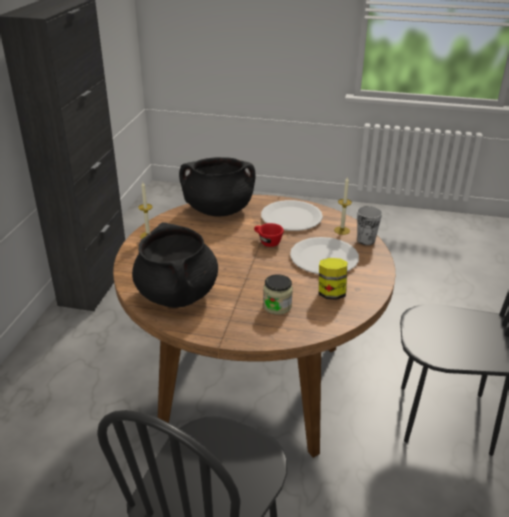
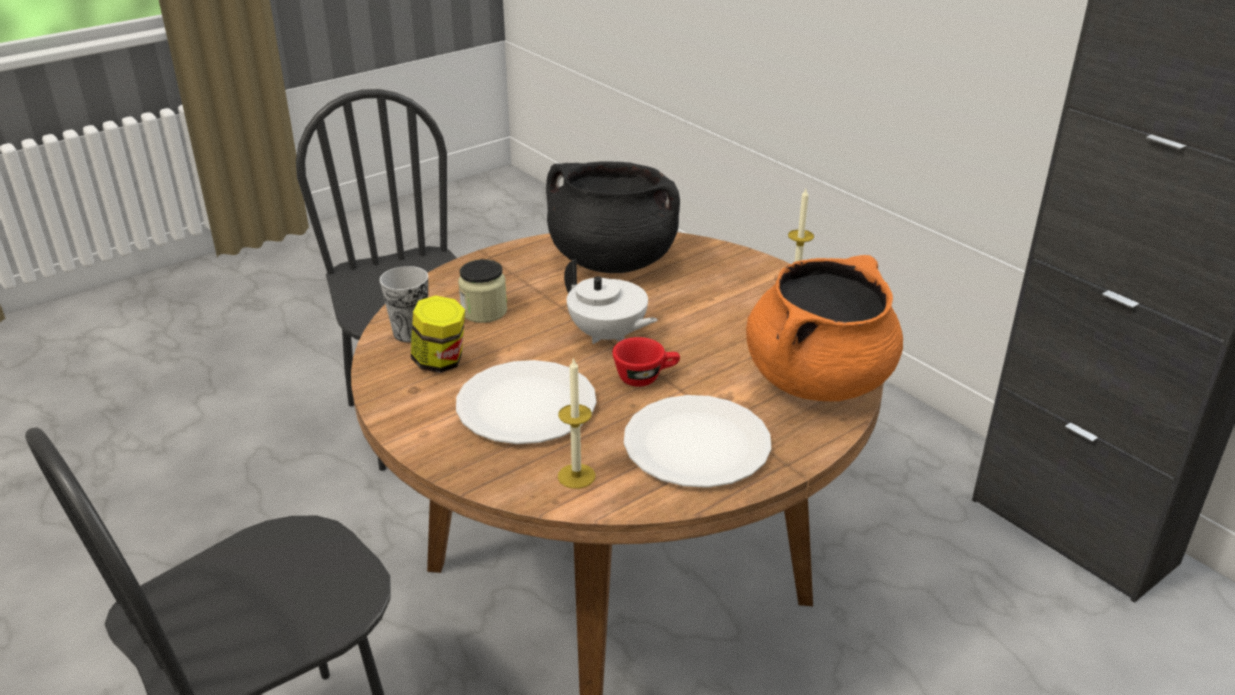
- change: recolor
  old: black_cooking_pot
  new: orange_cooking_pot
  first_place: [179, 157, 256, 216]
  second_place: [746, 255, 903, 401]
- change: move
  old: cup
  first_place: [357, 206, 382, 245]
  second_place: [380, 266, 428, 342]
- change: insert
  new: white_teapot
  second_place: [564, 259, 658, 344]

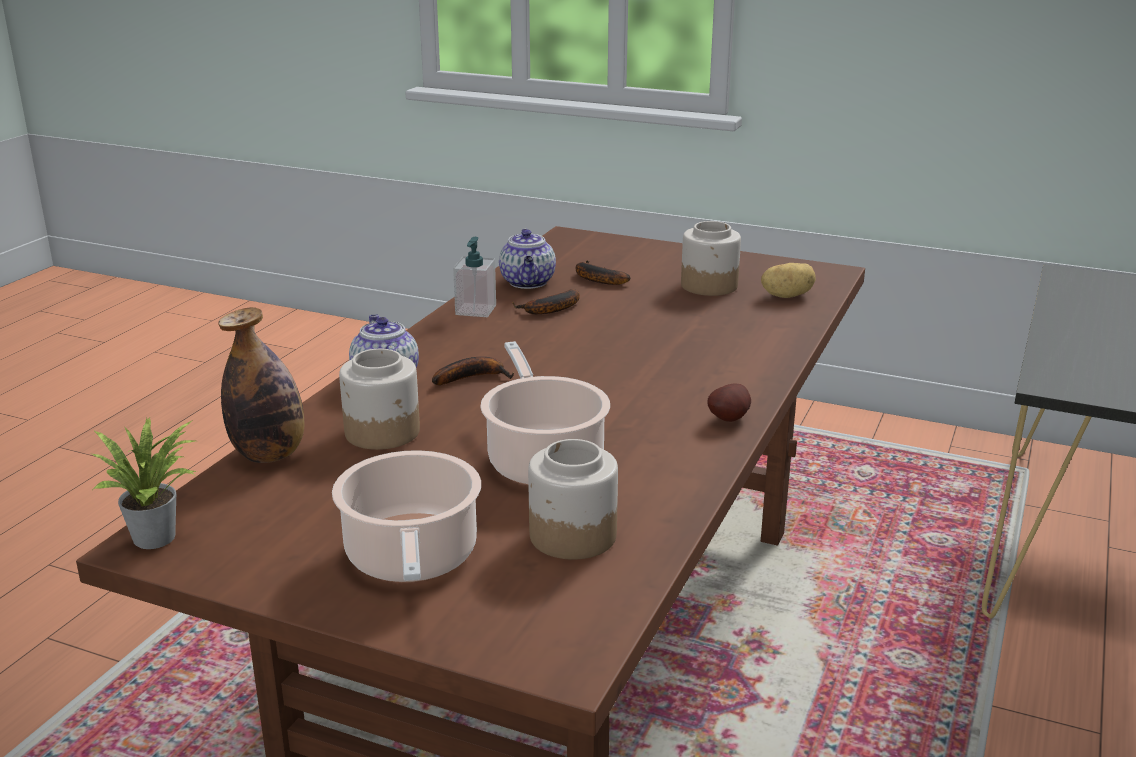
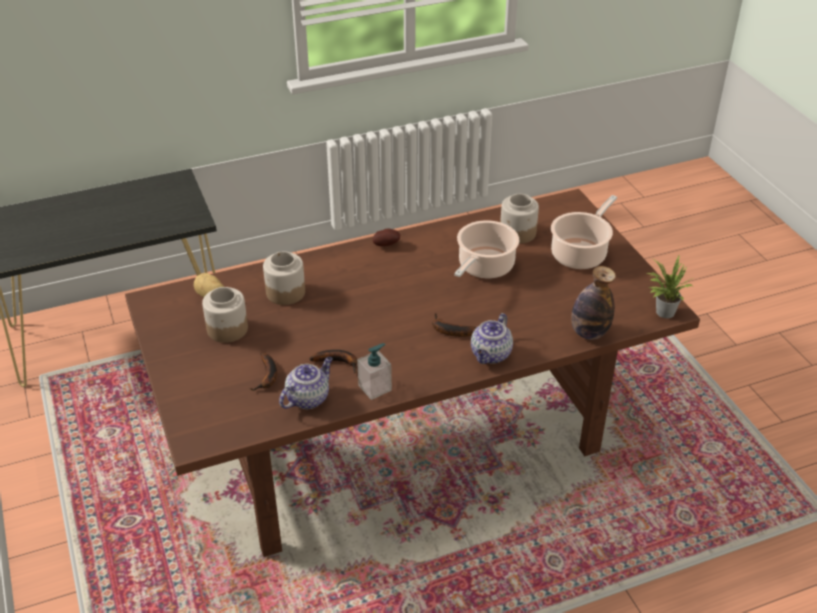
- change: move
  old: jar
  first_place: [339, 349, 420, 450]
  second_place: [263, 251, 305, 305]

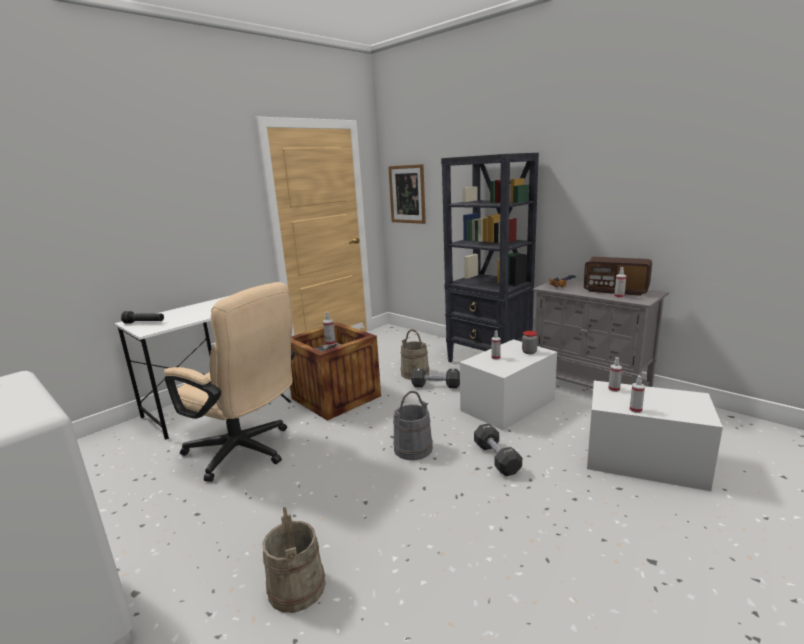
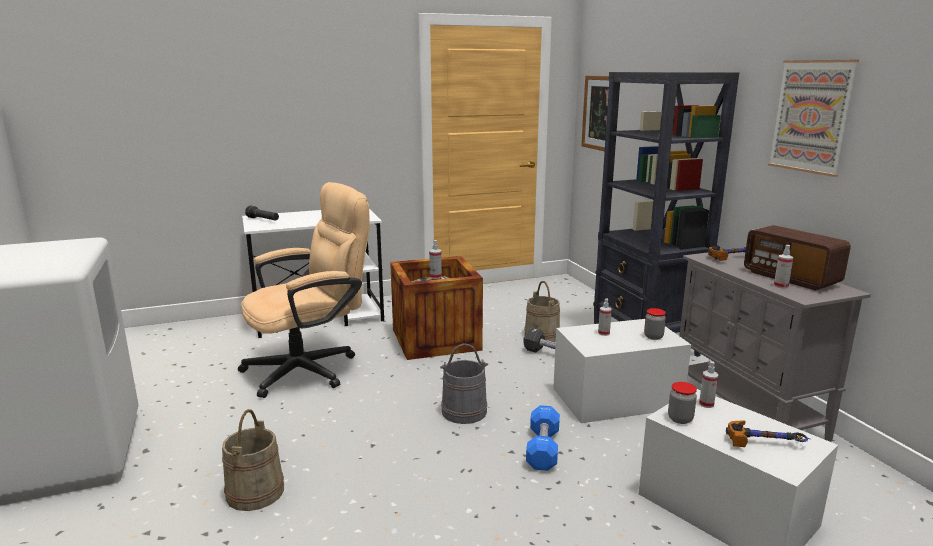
- change: rotate
  old: beige_office_chair
  first_place: [164, 282, 295, 482]
  second_place: [238, 182, 370, 398]
  degrees: -90
- change: recolor
  old: black_dumbbell
  new: blue_dumbbell
  first_place: [474, 423, 522, 476]
  second_place: [526, 405, 560, 471]
- change: delete
  old: spray_bottle
  first_place: [630, 375, 645, 413]
- change: insert
  new: jar
  second_place: [668, 382, 697, 424]
- change: insert
  new: hammer
  second_place: [726, 420, 810, 447]
- change: insert
  new: picture
  second_place: [768, 60, 859, 177]

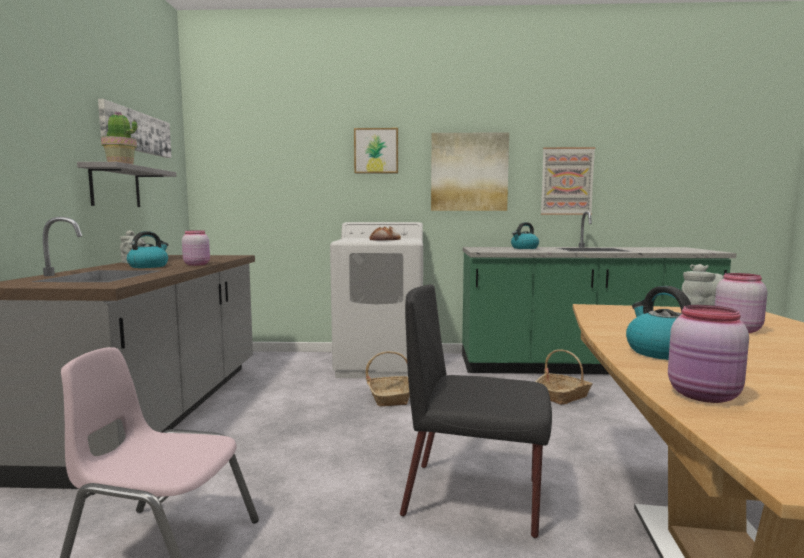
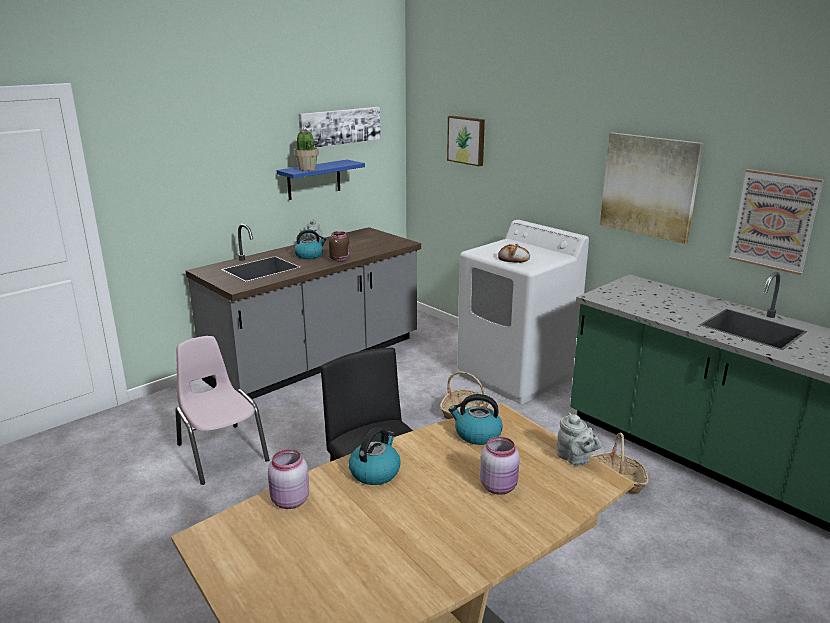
- change: recolor
  old: grey_shelf
  new: blue_shelf
  first_place: [77, 162, 176, 207]
  second_place: [277, 160, 365, 200]
- change: recolor
  old: pink_jar
  new: brown_jar
  first_place: [182, 230, 210, 266]
  second_place: [329, 231, 350, 262]
- change: move
  old: picture
  first_place: [354, 128, 398, 174]
  second_place: [447, 116, 485, 166]
- change: move
  old: kettle
  first_place: [511, 222, 539, 249]
  second_place: [449, 394, 503, 445]

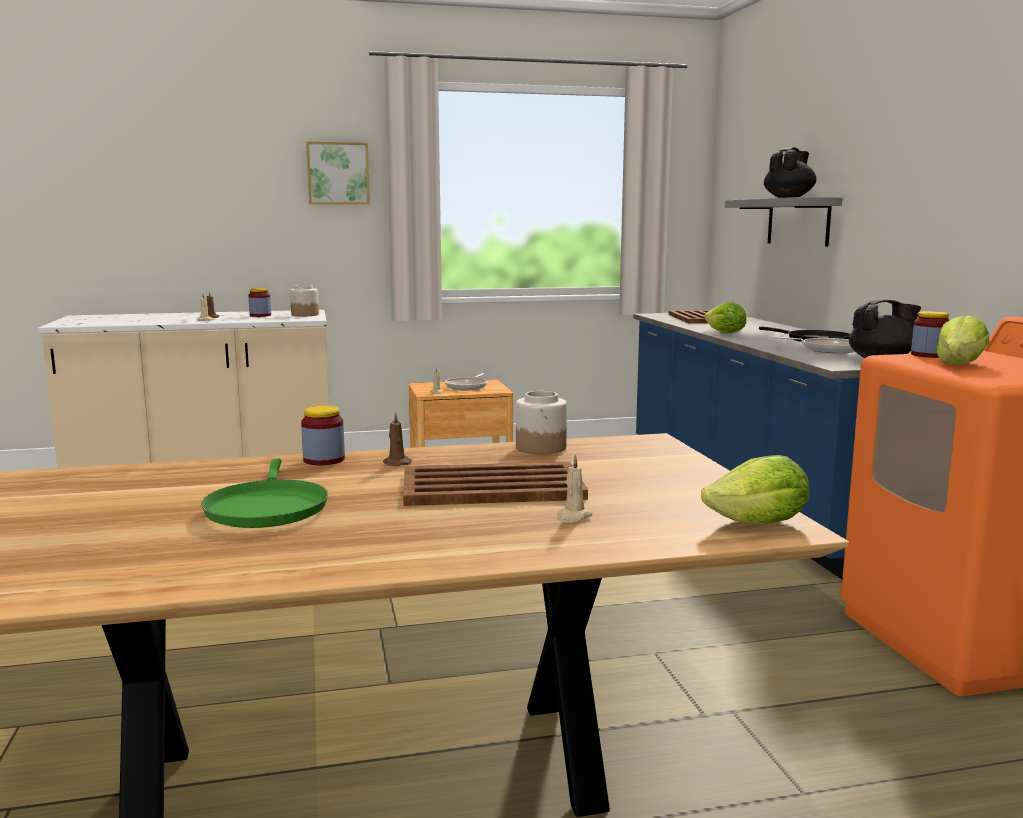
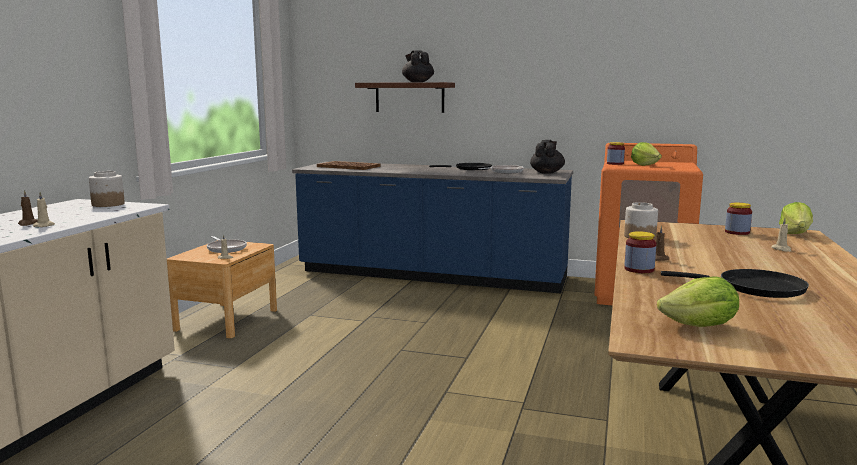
- change: recolor
  old: green_frying_pan
  new: black_frying_pan
  first_place: [201, 459, 328, 528]
  second_place: [661, 269, 809, 298]
- change: move
  old: jar
  first_place: [248, 288, 271, 317]
  second_place: [725, 203, 752, 235]
- change: delete
  old: picture
  first_place: [306, 141, 370, 204]
- change: delete
  old: brown_tray
  first_place: [403, 462, 588, 506]
- change: move
  old: lettuce
  first_place: [704, 302, 746, 333]
  second_place: [657, 276, 739, 327]
- change: recolor
  old: grey_shelf
  new: brown_shelf
  first_place: [725, 197, 842, 247]
  second_place: [355, 82, 455, 113]

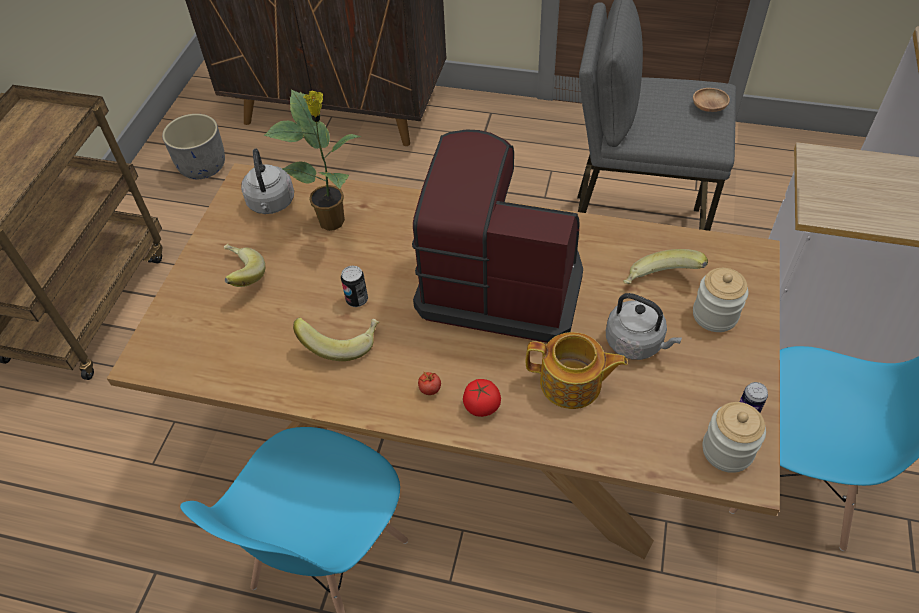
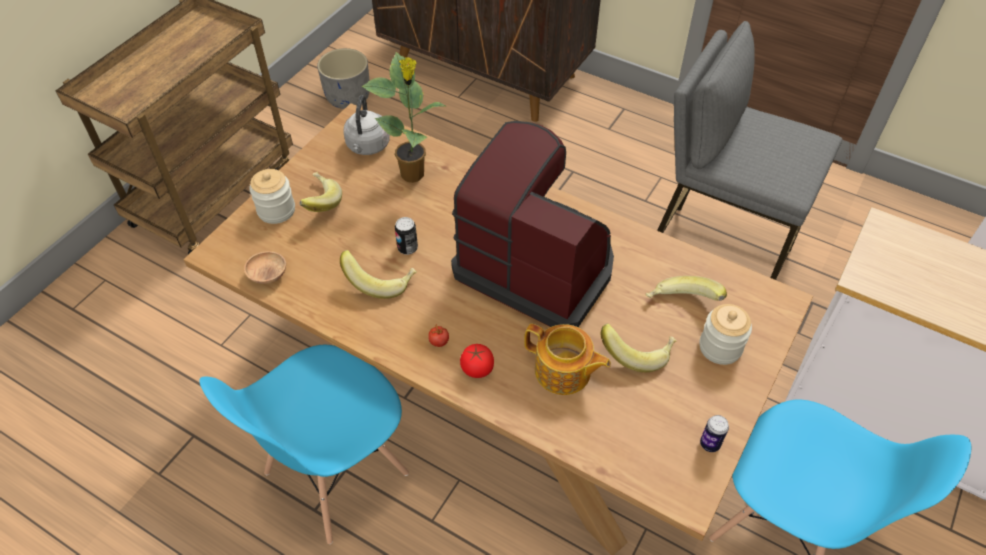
- change: replace
  old: grey_kettle
  new: banana
  first_place: [606, 293, 682, 360]
  second_place: [600, 324, 677, 372]
- change: move
  old: brown_bowl
  first_place: [693, 88, 730, 112]
  second_place: [244, 251, 286, 284]
- change: move
  old: jar
  first_place: [703, 402, 766, 473]
  second_place: [249, 169, 295, 224]

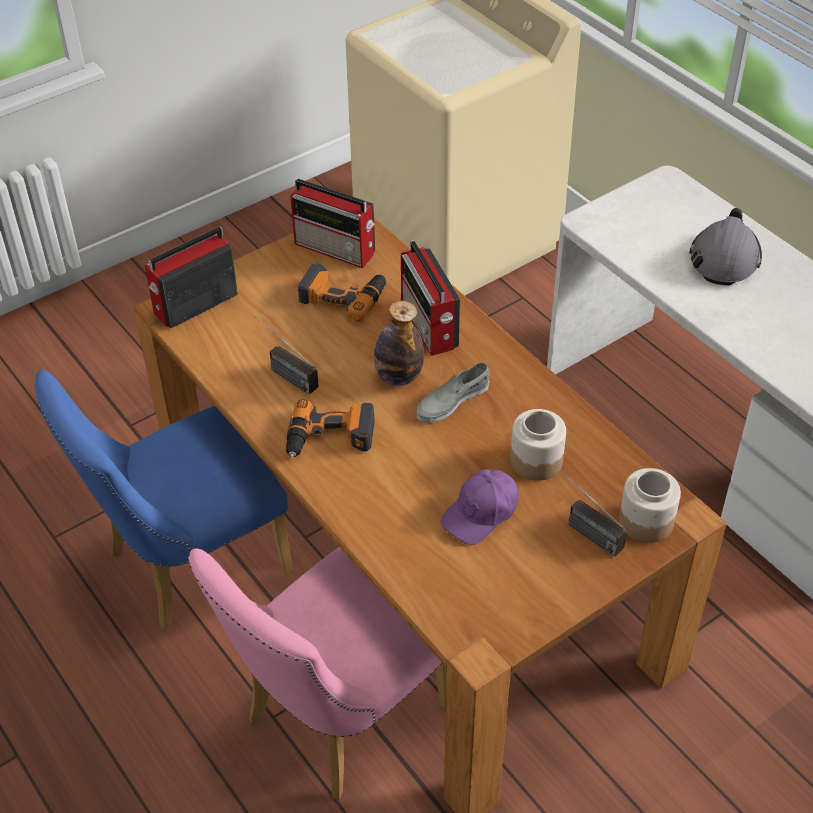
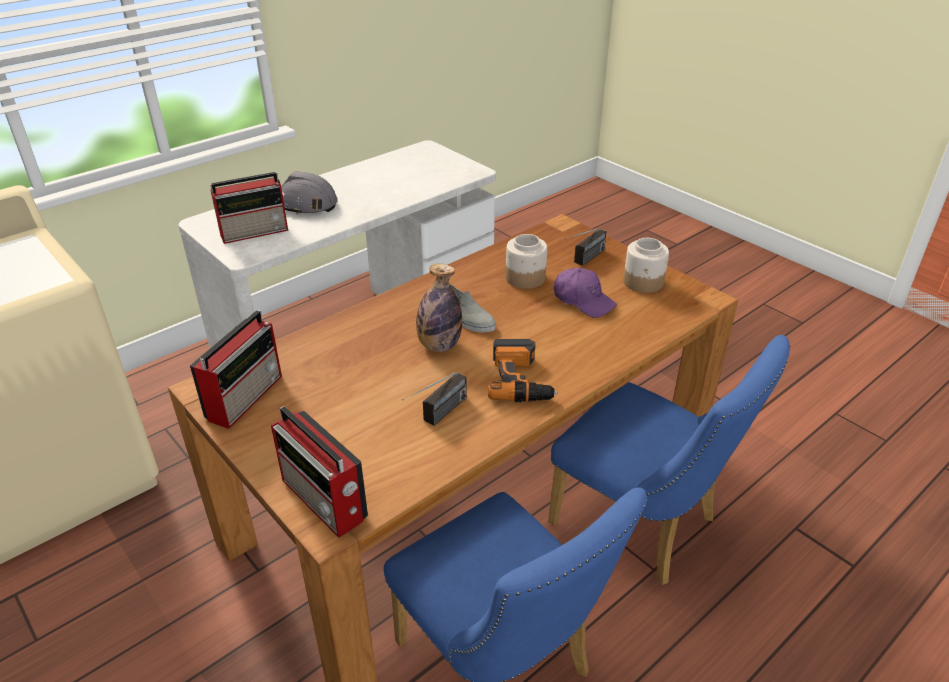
- change: recolor
  old: pink_chair
  new: blue_chair
  first_place: [188, 547, 447, 800]
  second_place: [548, 335, 790, 585]
- change: delete
  old: power_drill
  first_place: [298, 263, 386, 321]
- change: move
  old: radio
  first_place: [401, 240, 460, 356]
  second_place: [210, 172, 288, 244]
- change: move
  old: jar
  first_place: [619, 468, 681, 543]
  second_place: [623, 238, 669, 293]

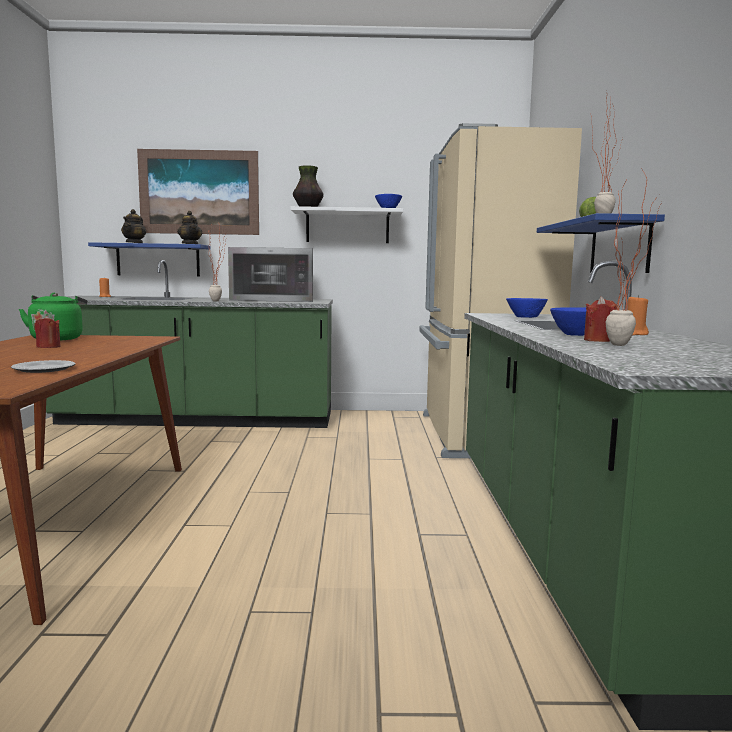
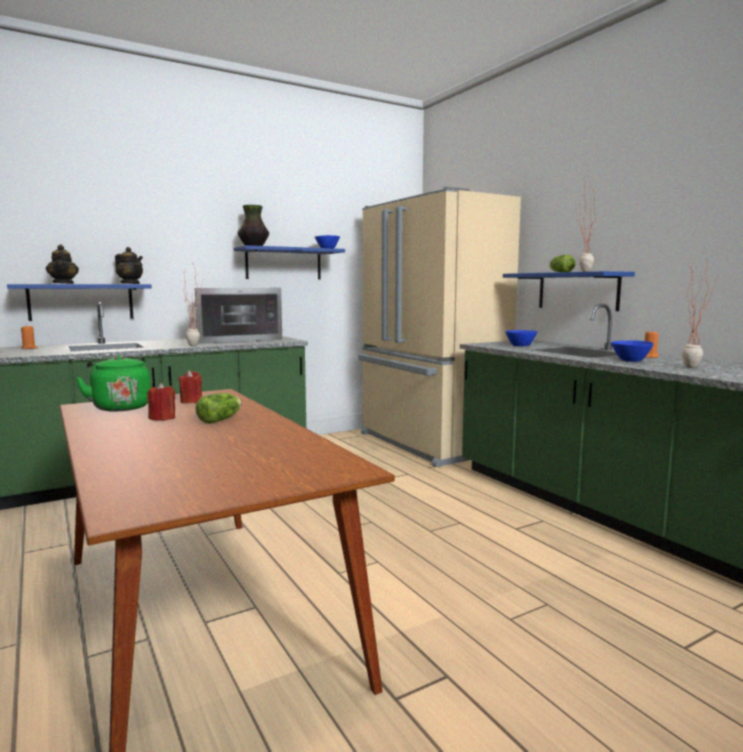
- change: delete
  old: plate
  first_place: [11, 360, 75, 373]
- change: delete
  old: picture
  first_place: [137, 149, 259, 235]
- change: recolor
  old: white_shelf
  new: blue_shelf
  first_place: [291, 206, 403, 243]
  second_place: [234, 245, 345, 279]
- change: move
  old: red_candle
  first_place: [584, 297, 617, 342]
  second_place: [179, 370, 202, 403]
- change: insert
  new: lettuce
  second_place: [196, 393, 242, 424]

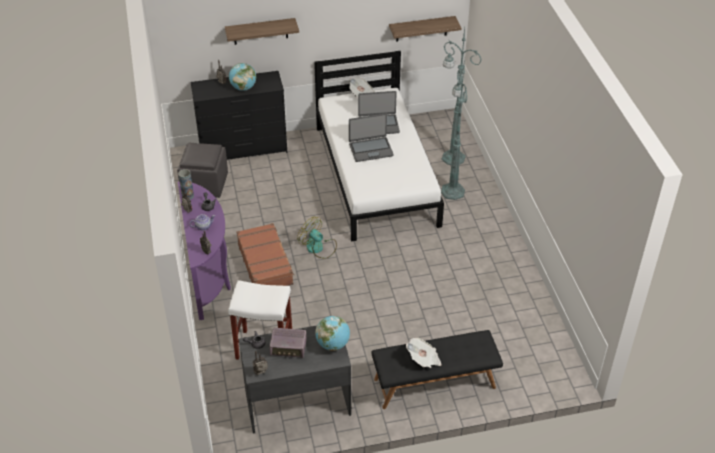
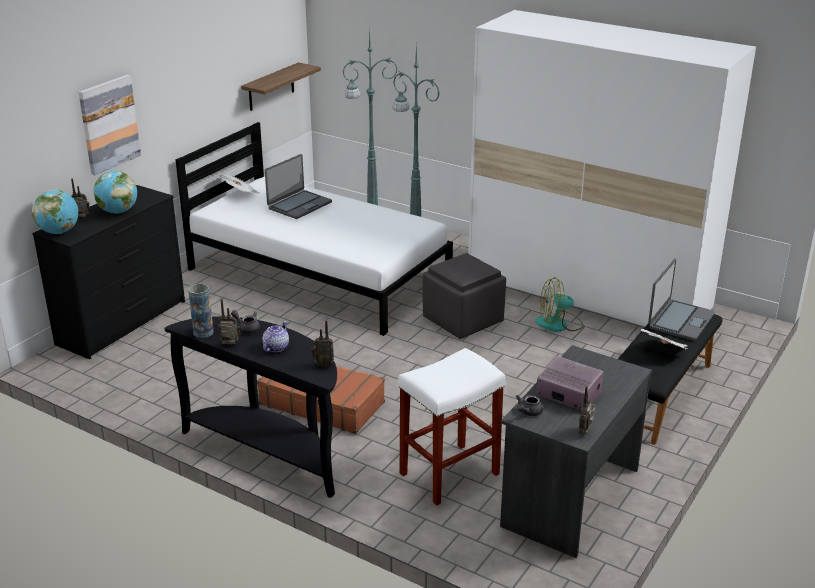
- change: move
  old: grey_ottoman
  first_place: [177, 143, 228, 198]
  second_place: [423, 253, 506, 339]
- change: recolor
  old: purple_console_table
  new: black_console_table
  first_place: [178, 182, 231, 320]
  second_place: [164, 316, 337, 498]
- change: replace
  old: shelf
  new: picture
  first_place: [225, 18, 299, 45]
  second_place: [78, 75, 141, 175]
- change: rotate
  old: radio
  first_place: [269, 328, 307, 358]
  second_place: [536, 356, 603, 410]
  degrees: -105
- change: move
  old: fan
  first_place: [297, 217, 337, 259]
  second_place: [535, 277, 584, 332]
- change: move
  old: globe
  first_place: [315, 316, 350, 351]
  second_place: [32, 190, 79, 234]
- change: move
  old: laptop
  first_place: [349, 113, 394, 162]
  second_place: [648, 259, 715, 341]
- change: insert
  new: white_wardrobe
  second_place: [468, 10, 756, 326]

